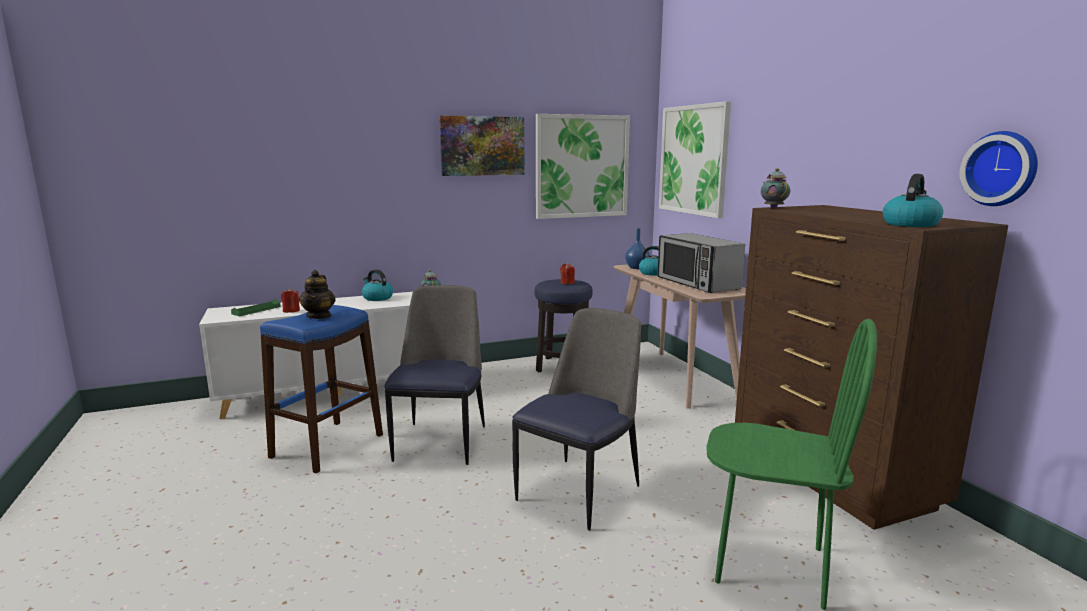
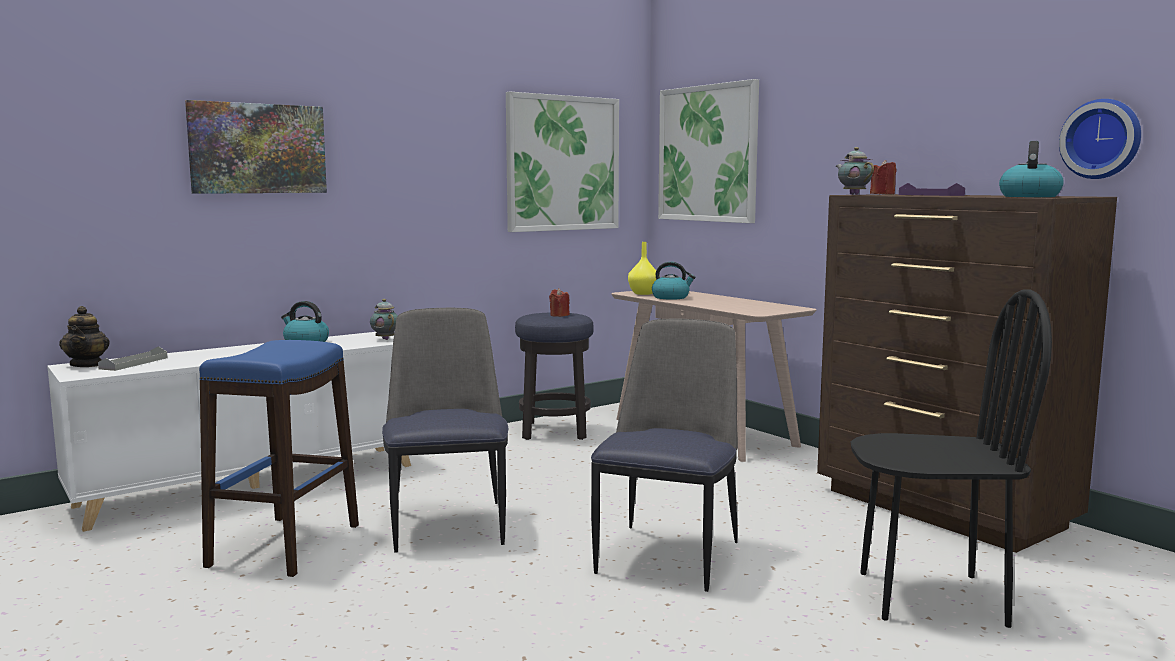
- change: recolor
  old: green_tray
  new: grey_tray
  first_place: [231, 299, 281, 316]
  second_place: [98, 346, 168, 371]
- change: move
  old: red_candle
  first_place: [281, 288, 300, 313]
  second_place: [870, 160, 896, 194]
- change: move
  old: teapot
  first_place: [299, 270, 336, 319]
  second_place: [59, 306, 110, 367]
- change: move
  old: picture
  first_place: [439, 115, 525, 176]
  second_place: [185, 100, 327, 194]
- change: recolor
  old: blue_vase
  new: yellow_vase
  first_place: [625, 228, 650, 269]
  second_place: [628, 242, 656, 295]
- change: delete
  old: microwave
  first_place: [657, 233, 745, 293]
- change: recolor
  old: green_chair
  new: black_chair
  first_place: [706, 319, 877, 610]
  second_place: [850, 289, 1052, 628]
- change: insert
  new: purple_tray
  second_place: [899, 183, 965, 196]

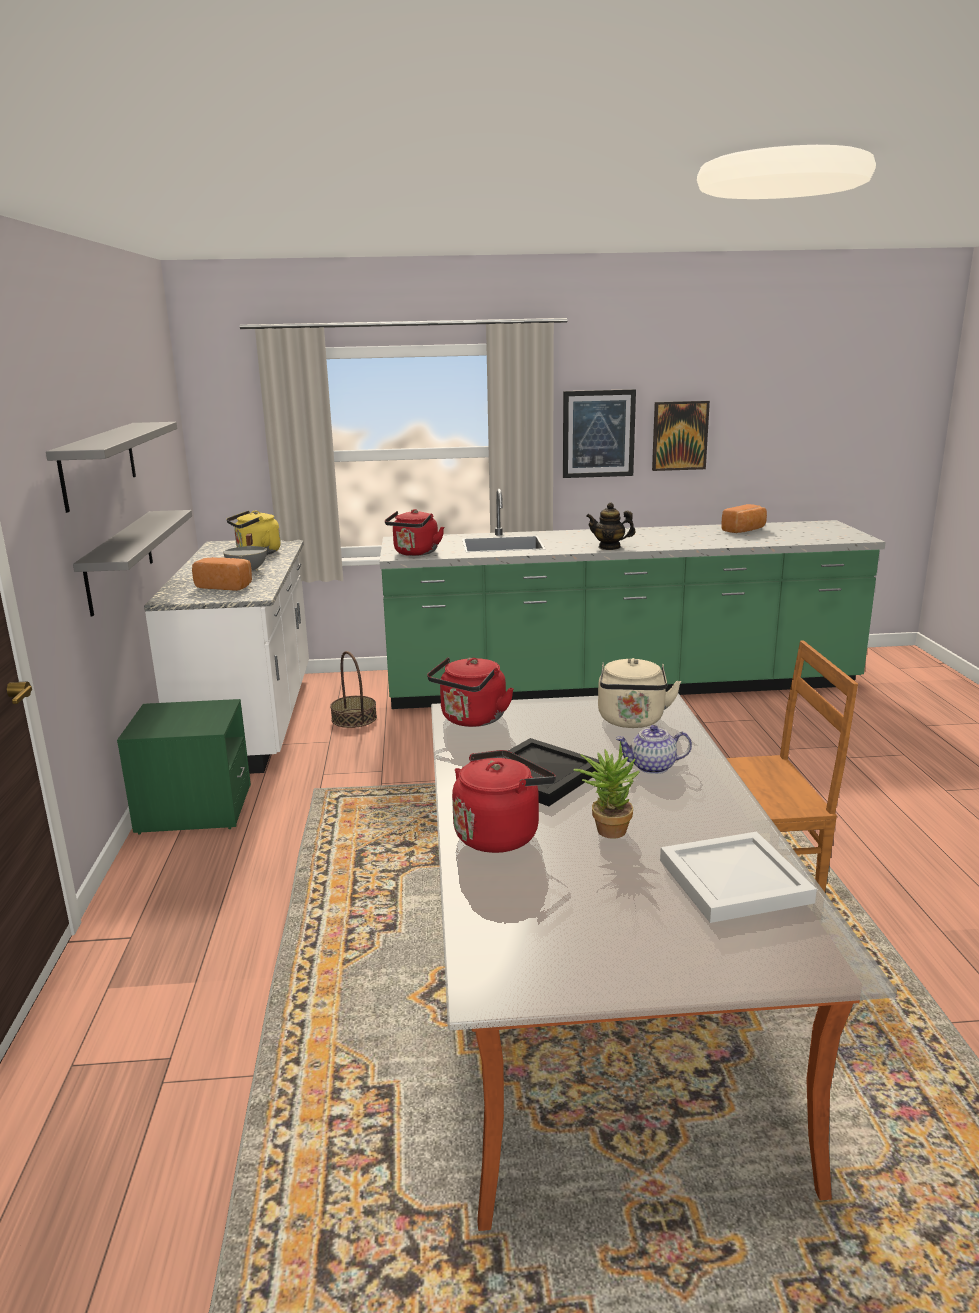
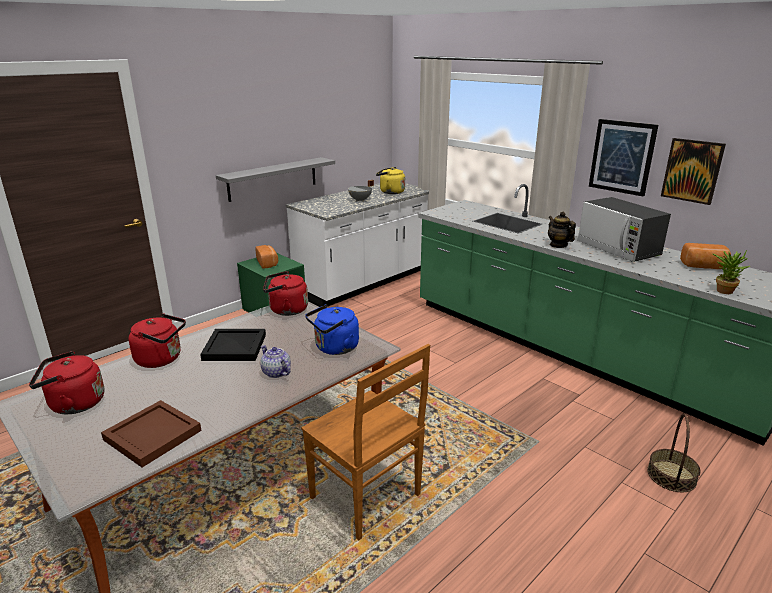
- change: delete
  old: grey_shelf
  first_place: [46, 422, 177, 513]
- change: move
  old: bread
  first_place: [192, 557, 252, 591]
  second_place: [255, 245, 278, 269]
- change: move
  old: basket
  first_place: [330, 651, 377, 728]
  second_place: [647, 414, 700, 492]
- change: move
  old: red_kettle
  first_place: [385, 509, 444, 556]
  second_place: [29, 351, 104, 414]
- change: move
  old: potted_plant
  first_place: [573, 741, 640, 839]
  second_place: [713, 250, 750, 294]
- change: recolor
  old: beige_kettle
  new: blue_kettle
  first_place: [598, 658, 681, 728]
  second_place: [305, 304, 359, 355]
- change: recolor
  old: white_tray
  new: brown_tray
  first_place: [660, 832, 817, 923]
  second_place: [101, 400, 202, 467]
- change: insert
  new: microwave
  second_place: [577, 197, 671, 262]

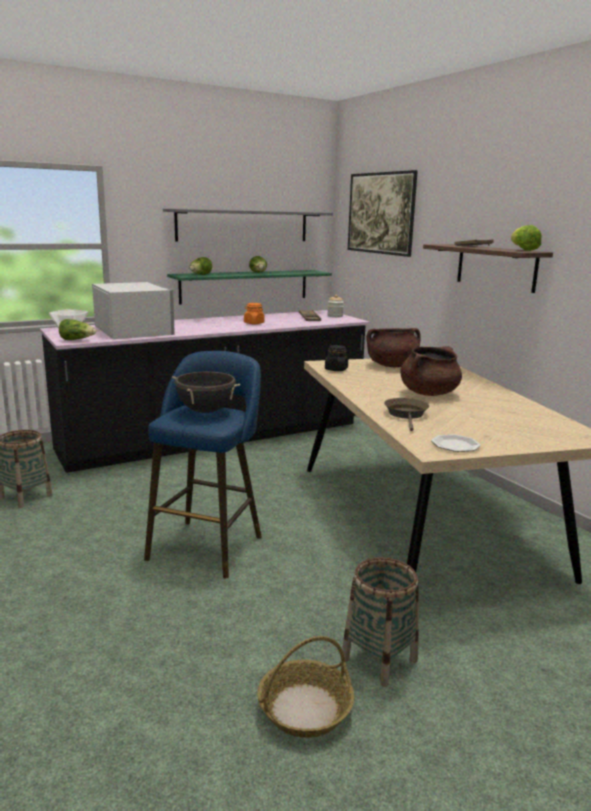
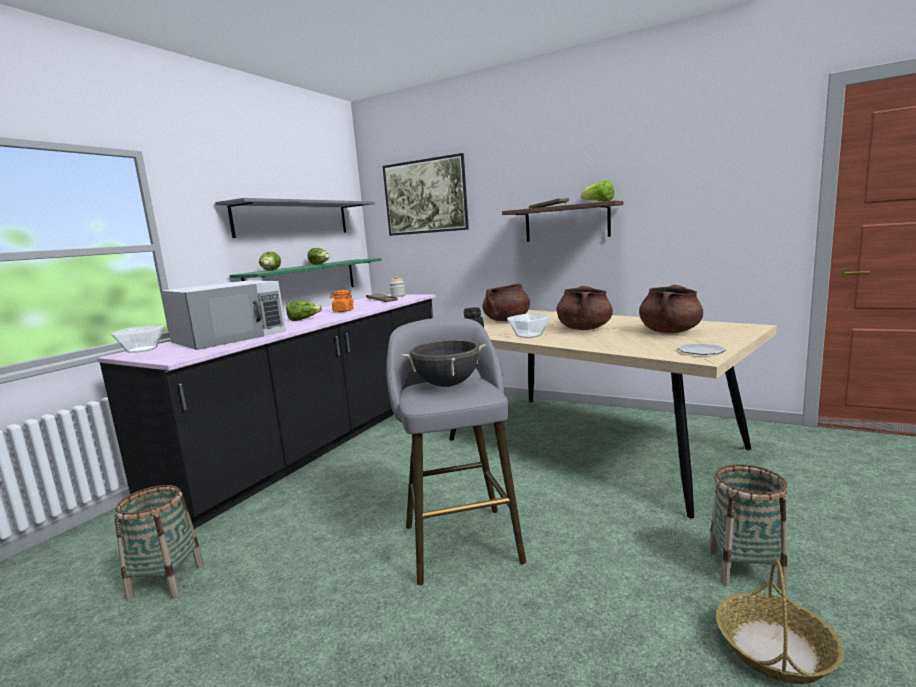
- change: move
  old: lettuce
  first_place: [59, 319, 96, 340]
  second_place: [286, 301, 322, 321]
- change: rotate
  old: white_microwave
  first_place: [92, 282, 175, 339]
  second_place: [161, 280, 286, 350]
  degrees: 105
- change: recolor
  old: blue_stool
  new: grey_stool
  first_place: [144, 351, 262, 579]
  second_place: [386, 317, 526, 585]
- change: delete
  old: brown_frying_pan
  first_place: [384, 398, 429, 431]
- change: insert
  new: bowl
  second_place: [507, 313, 550, 338]
- change: insert
  new: brown_cooking_pot
  second_place: [639, 285, 703, 333]

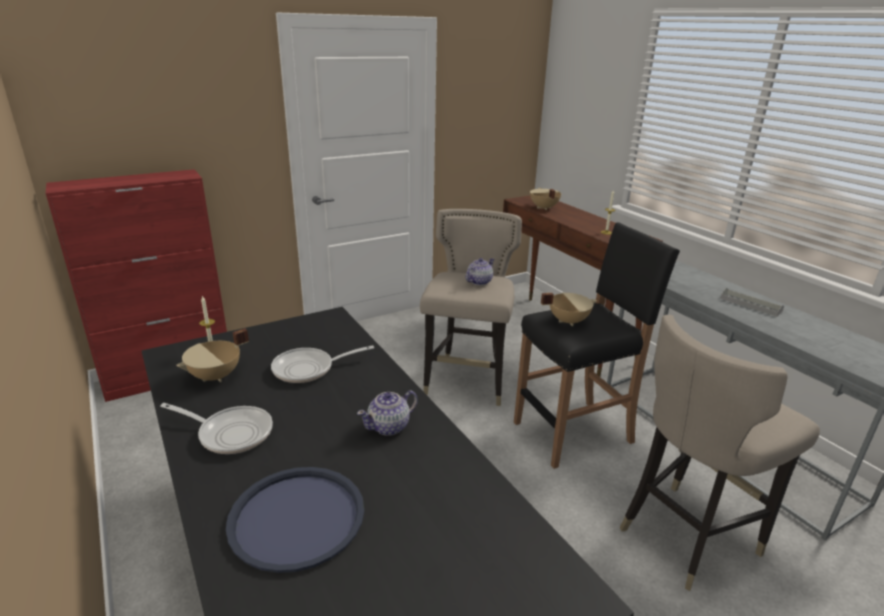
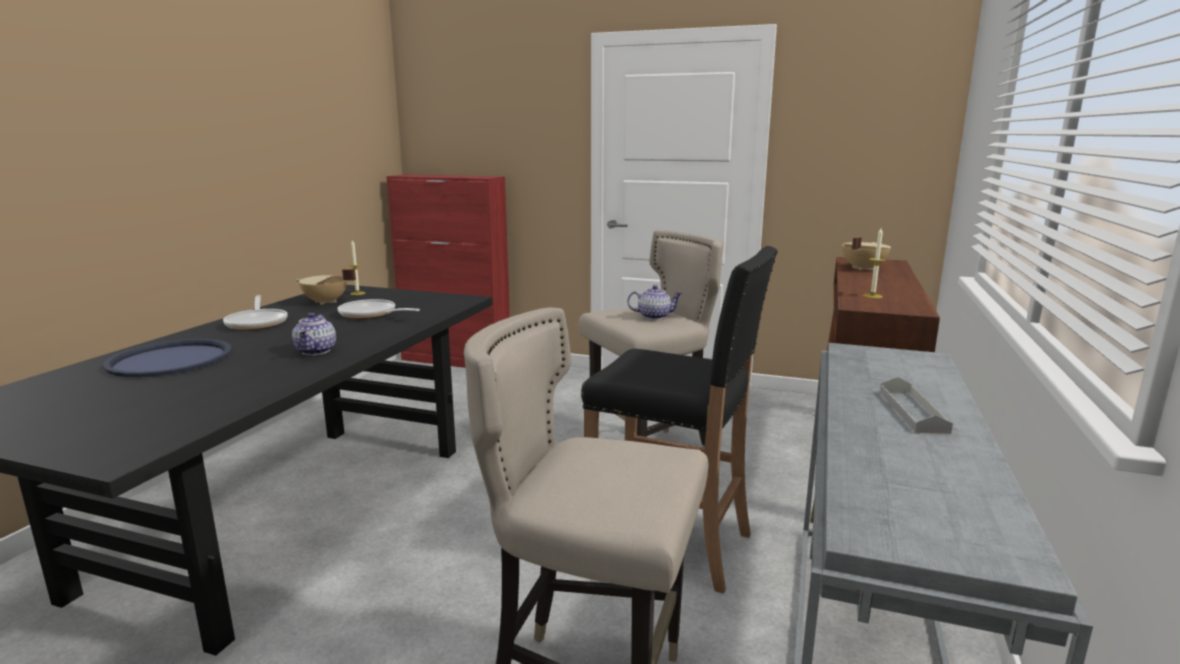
- change: rotate
  old: teapot
  first_place: [357, 390, 418, 436]
  second_place: [292, 313, 336, 355]
  degrees: -105
- change: delete
  old: beige_cooking_pot
  first_place: [541, 293, 597, 326]

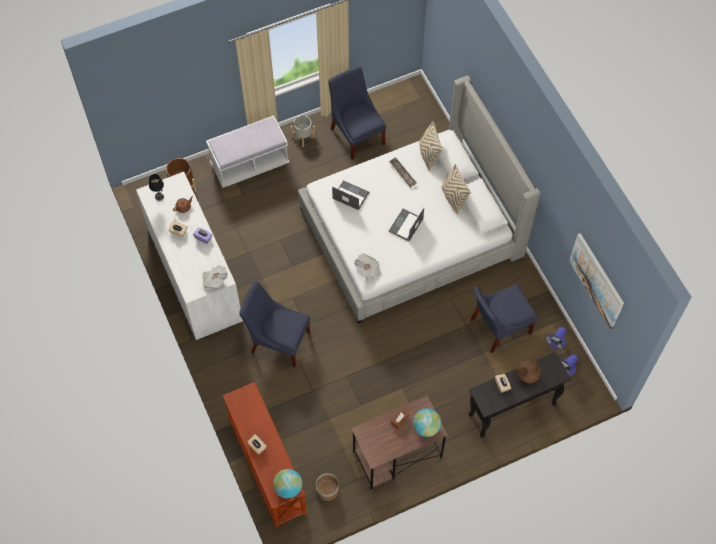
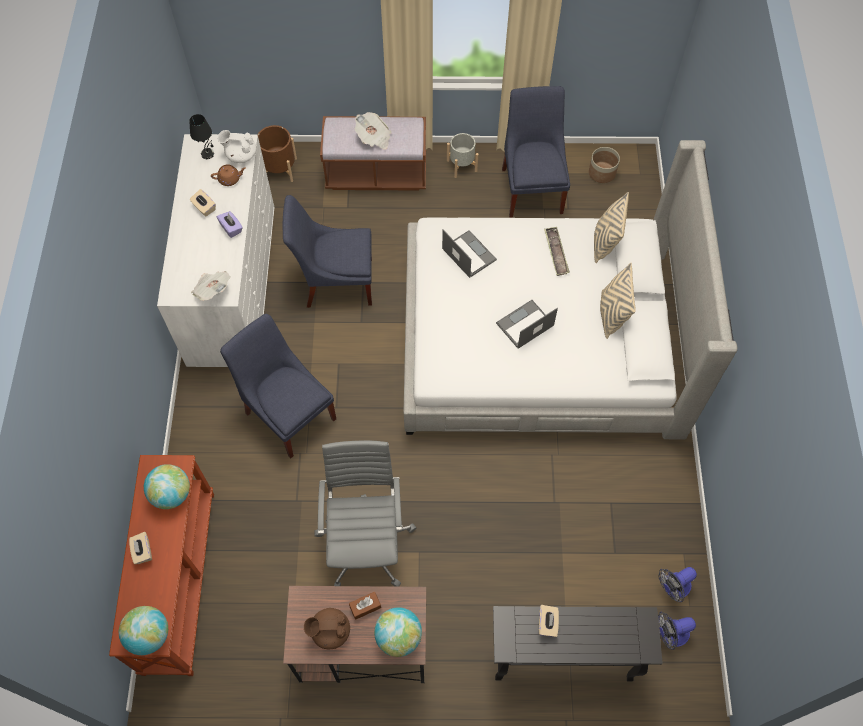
- change: recolor
  old: white_bench
  new: brown_bench
  first_place: [206, 116, 289, 188]
  second_place: [320, 116, 426, 190]
- change: move
  old: planter
  first_place: [316, 473, 339, 501]
  second_place: [589, 147, 620, 183]
- change: move
  old: newspaper
  first_place: [354, 254, 382, 279]
  second_place: [355, 112, 391, 150]
- change: move
  old: blue_chair
  first_place: [470, 284, 537, 353]
  second_place: [282, 195, 372, 308]
- change: move
  old: brown_teapot
  first_place: [517, 360, 541, 383]
  second_place: [304, 608, 350, 649]
- change: delete
  old: picture
  first_place: [569, 233, 624, 329]
- change: insert
  new: globe
  second_place: [144, 464, 190, 509]
- change: insert
  new: white_teapot
  second_place: [218, 130, 256, 163]
- change: insert
  new: grey_office_chair
  second_place: [315, 440, 417, 587]

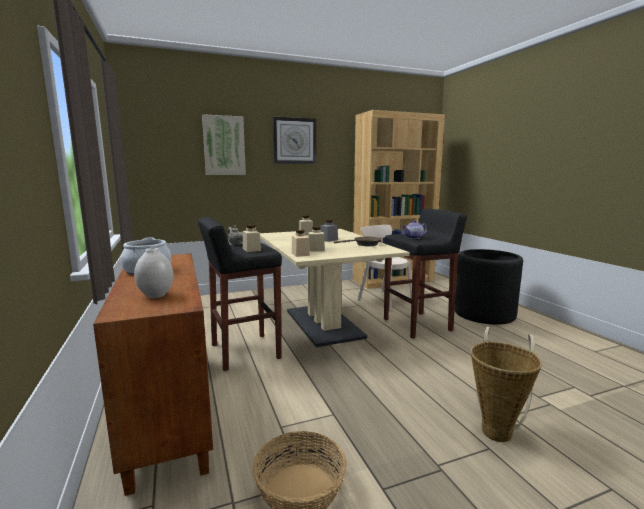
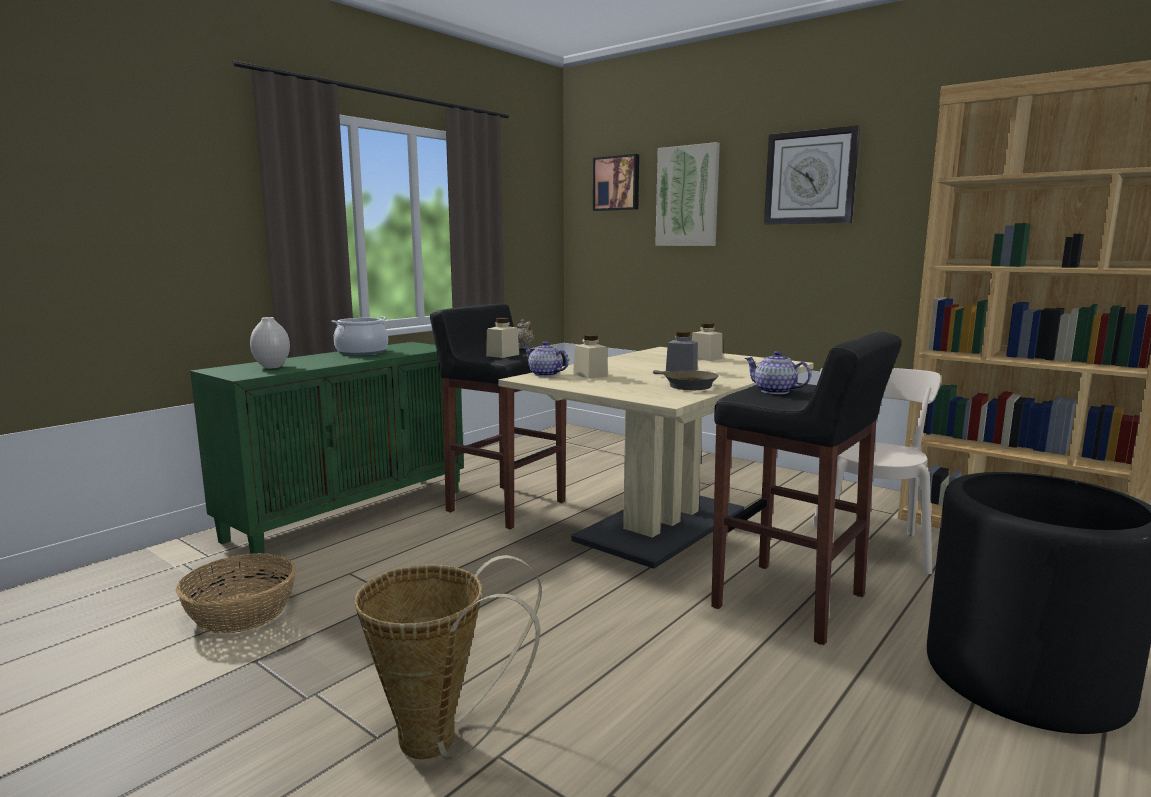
- change: recolor
  old: brown_cabinet
  new: green_cabinet
  first_place: [93, 253, 213, 496]
  second_place: [190, 342, 464, 562]
- change: replace
  old: beige_jar
  new: teapot
  first_place: [292, 230, 310, 257]
  second_place: [524, 341, 569, 377]
- change: insert
  new: picture
  second_place: [593, 154, 639, 211]

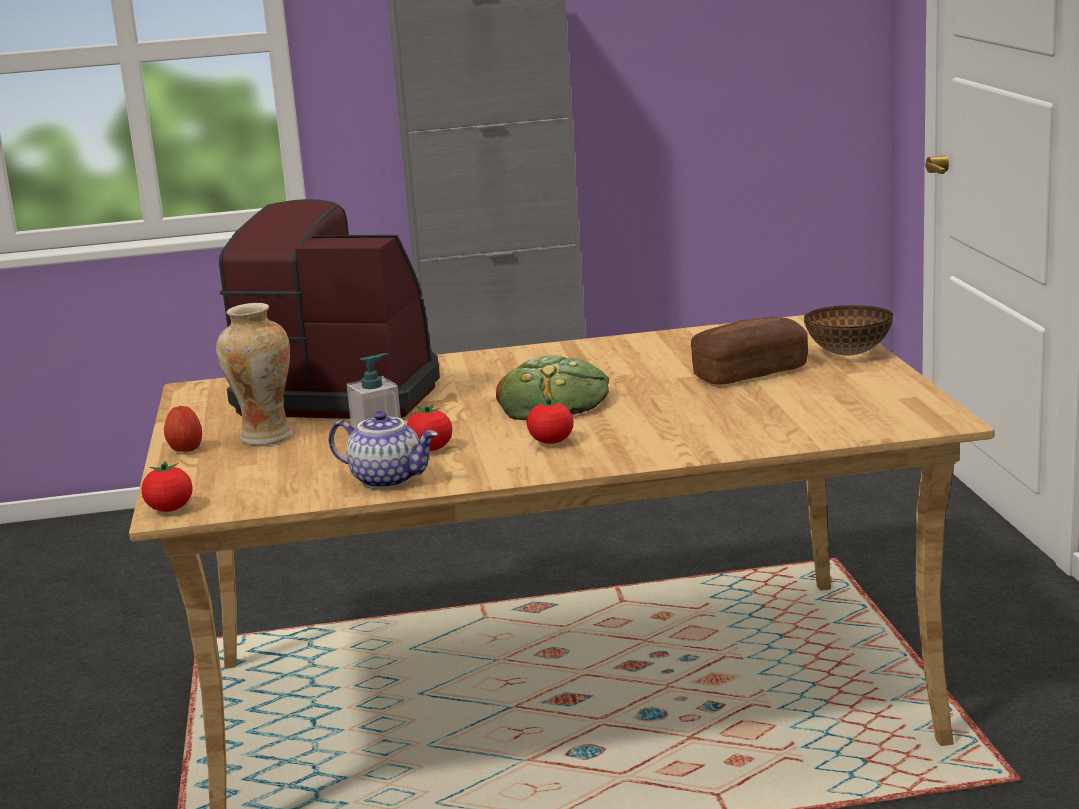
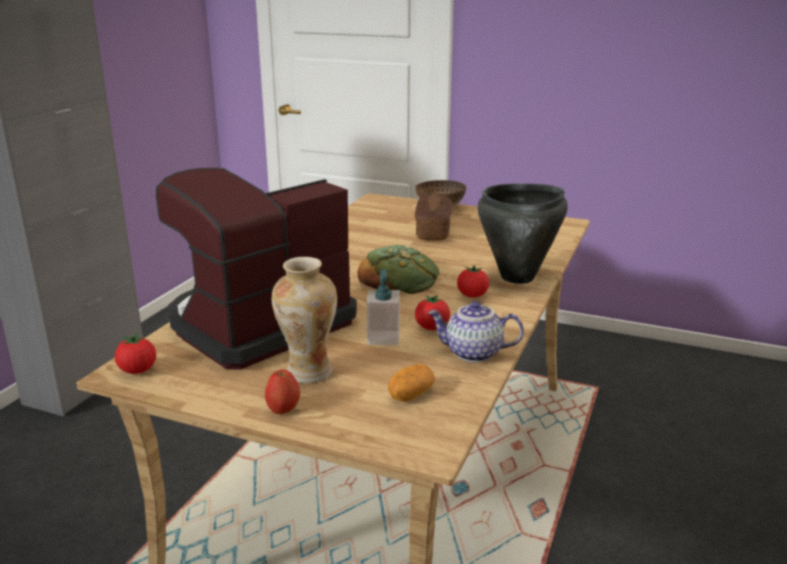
- change: move
  old: tomato
  first_place: [141, 461, 193, 512]
  second_place: [115, 333, 156, 374]
- change: rotate
  old: teapot
  first_place: [329, 411, 438, 489]
  second_place: [427, 301, 524, 362]
  degrees: -135
- change: insert
  new: potato
  second_place: [388, 364, 435, 402]
- change: insert
  new: black_cooking_pot
  second_place: [477, 184, 568, 284]

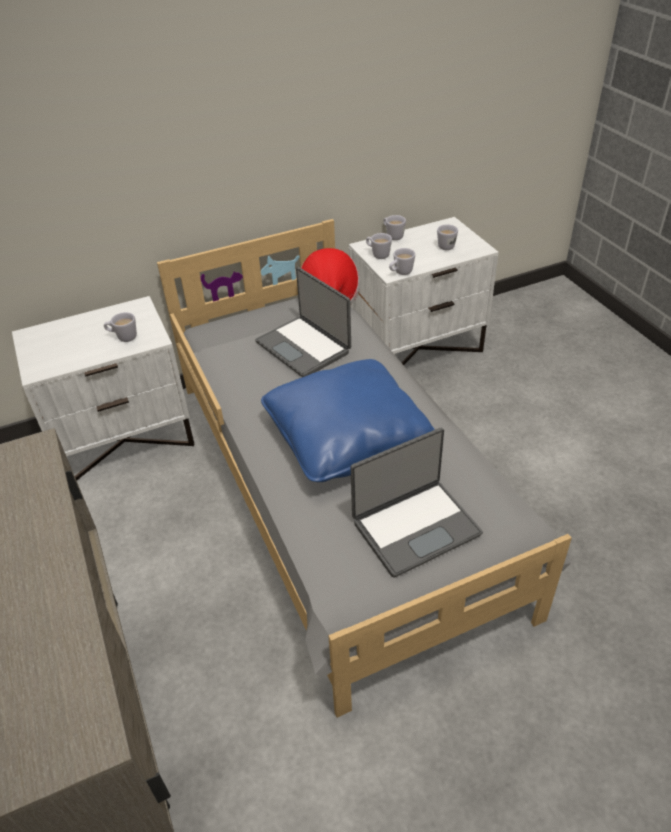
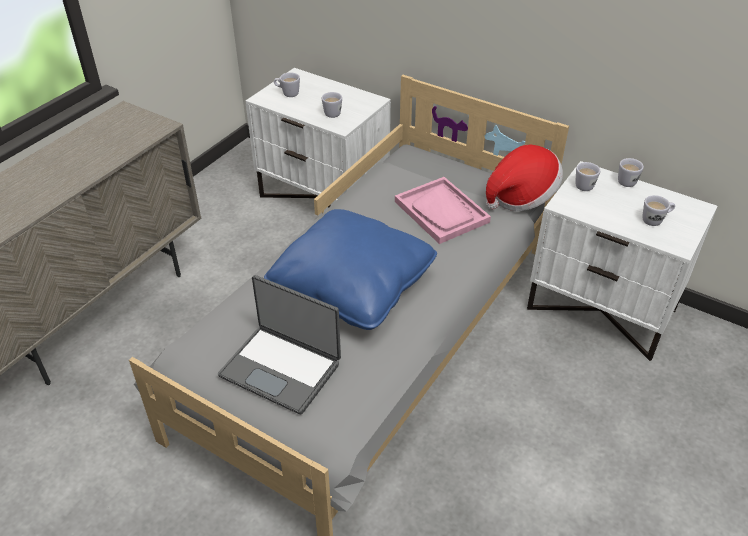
- change: replace
  old: laptop
  new: pink_tray
  first_place: [255, 267, 351, 377]
  second_place: [395, 177, 491, 244]
- change: move
  old: white_mug
  first_place: [389, 248, 415, 275]
  second_place: [274, 72, 300, 97]

